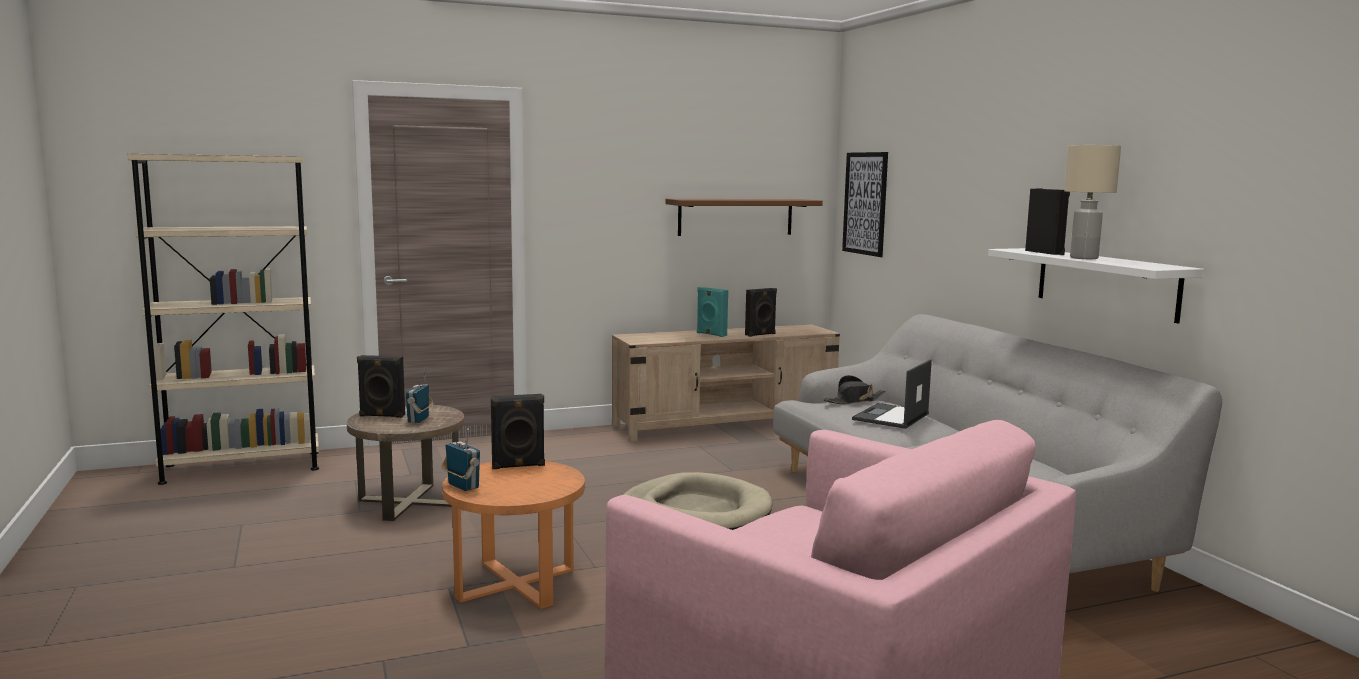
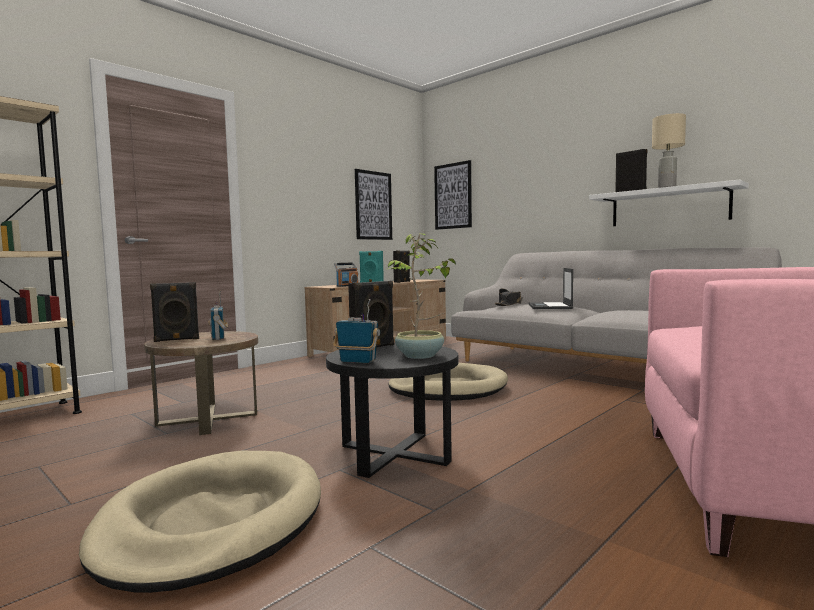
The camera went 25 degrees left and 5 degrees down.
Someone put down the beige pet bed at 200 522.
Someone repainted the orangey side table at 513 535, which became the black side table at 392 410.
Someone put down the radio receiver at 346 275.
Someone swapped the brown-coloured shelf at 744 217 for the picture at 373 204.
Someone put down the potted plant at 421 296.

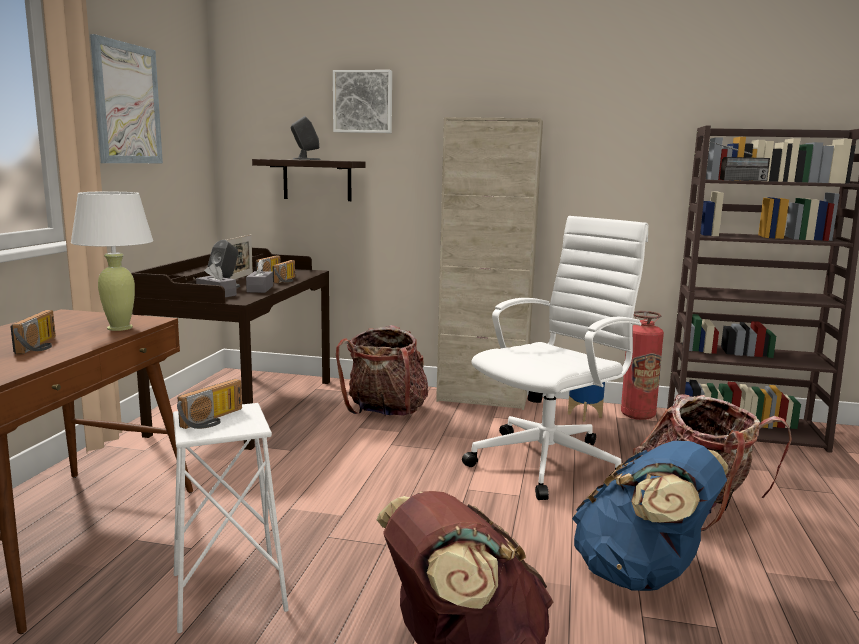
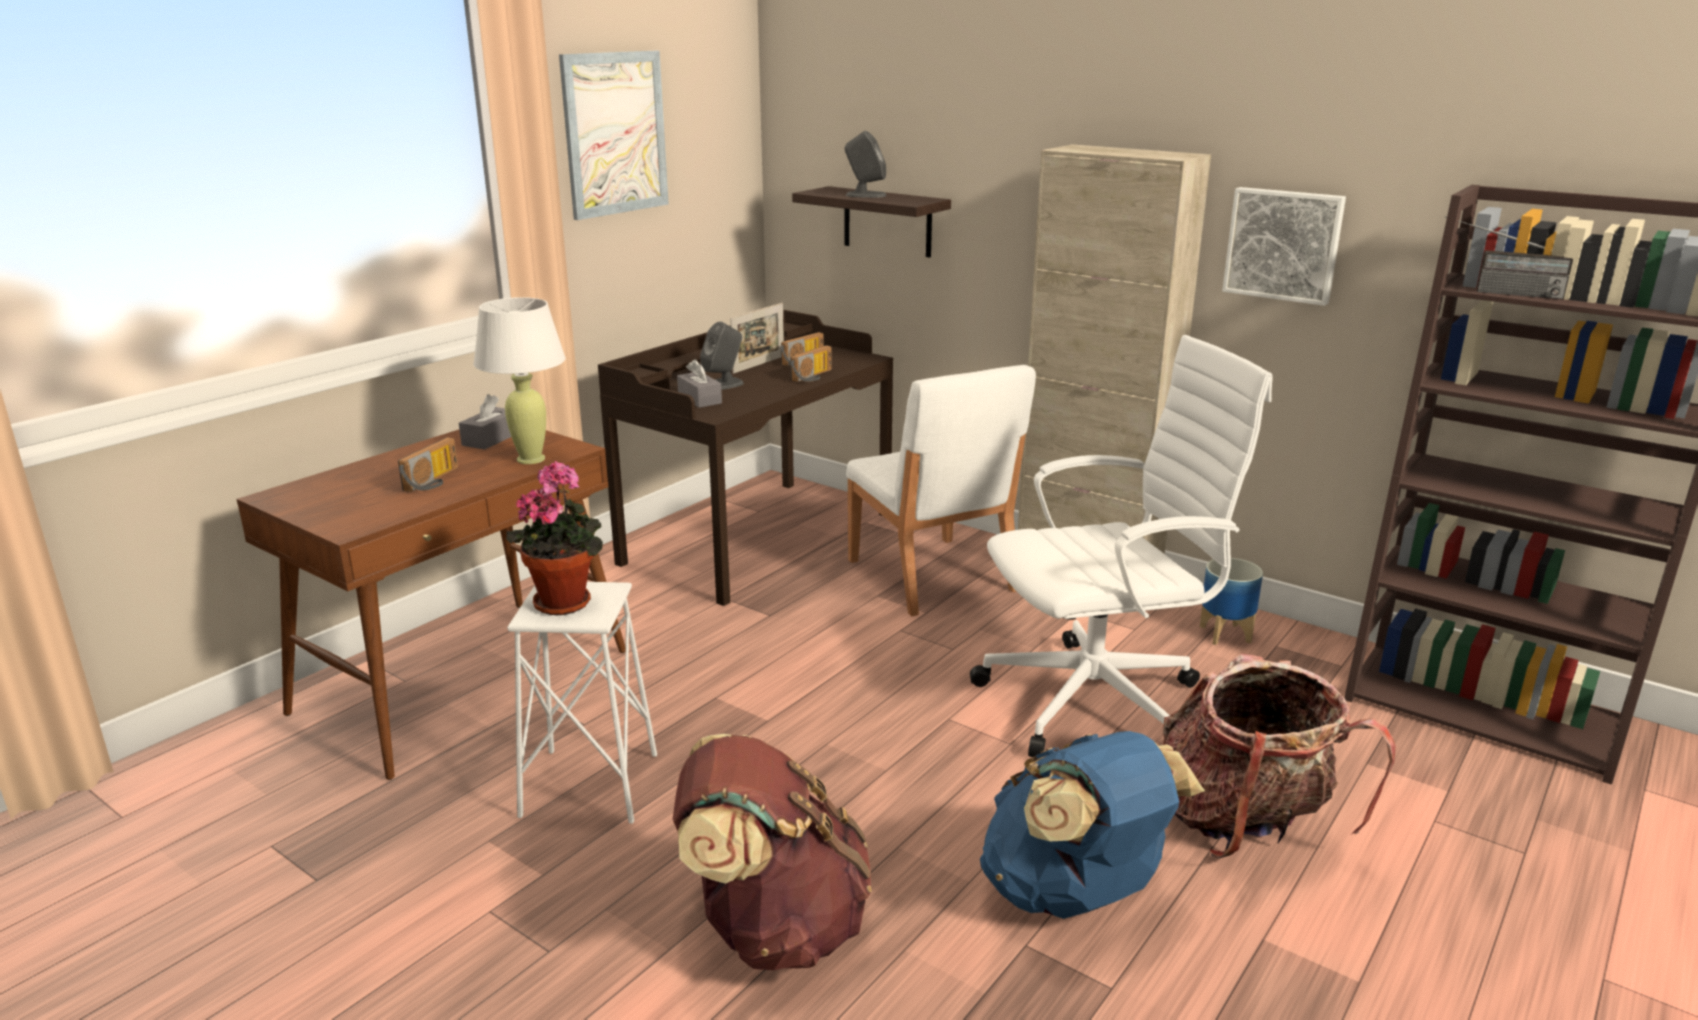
The camera went 25 degrees right and 10 degrees up.
Someone carried the gray tissue holder from 259 276 to 485 422.
Someone swapped the radio receiver at 209 404 for the potted plant at 554 538.
Someone swapped the rucksack at 382 370 for the whitish upright chair at 941 490.
Someone carried the picture from 362 101 to 1284 246.
Someone took away the fire extinguisher at 642 365.

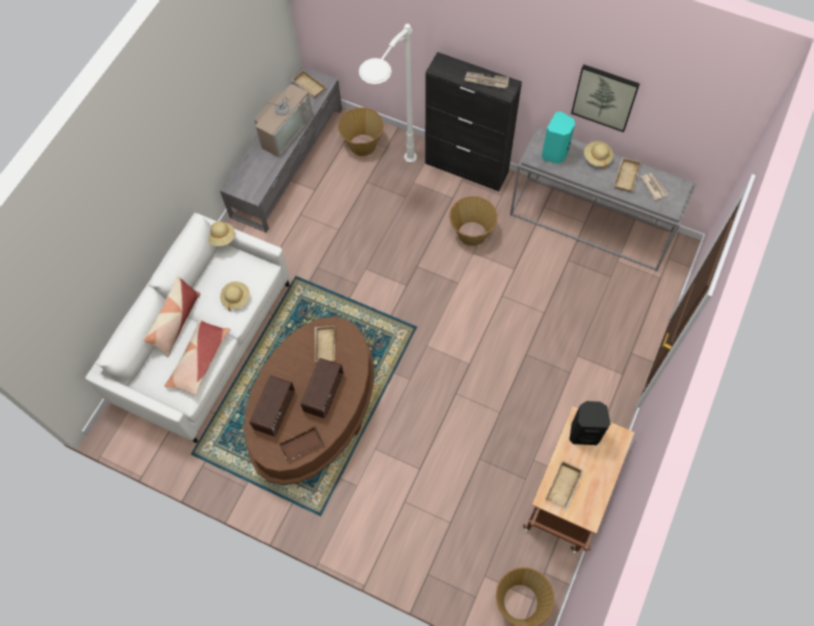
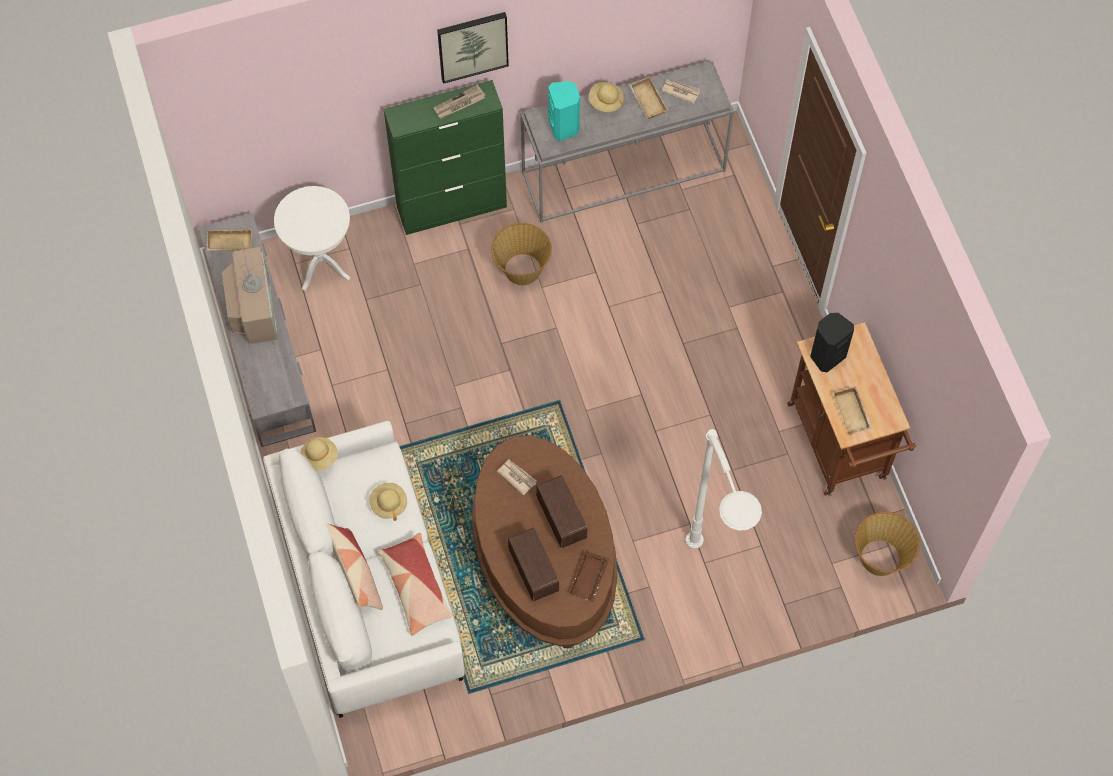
The camera went 45 degrees left and 0 degrees up.
Someone swapped the household basket at 360 131 for the whitish side table at 312 238.
Someone repainted the black storage cabinet at 473 121, which became the greenish storage cabinet at 445 157.
Someone carried the picture from 605 98 to 473 48.
Someone swapped the beige tray at 324 344 for the daily paper at 516 477.
Someone carried the whitish standing lamp from 388 93 to 724 489.

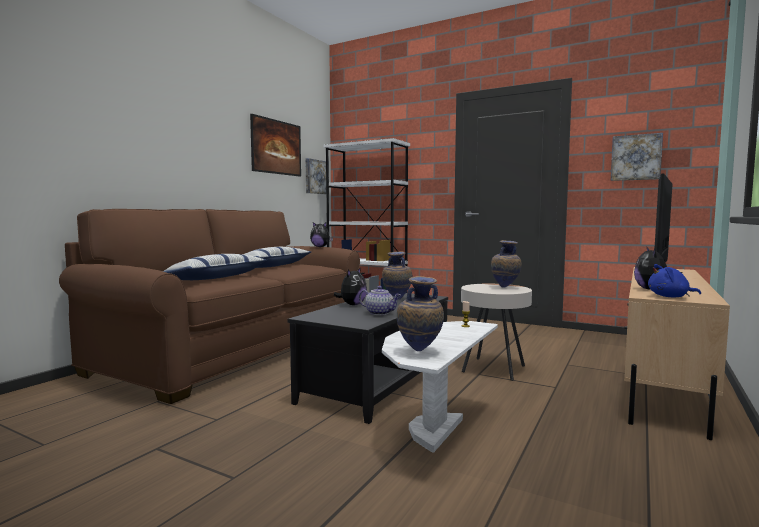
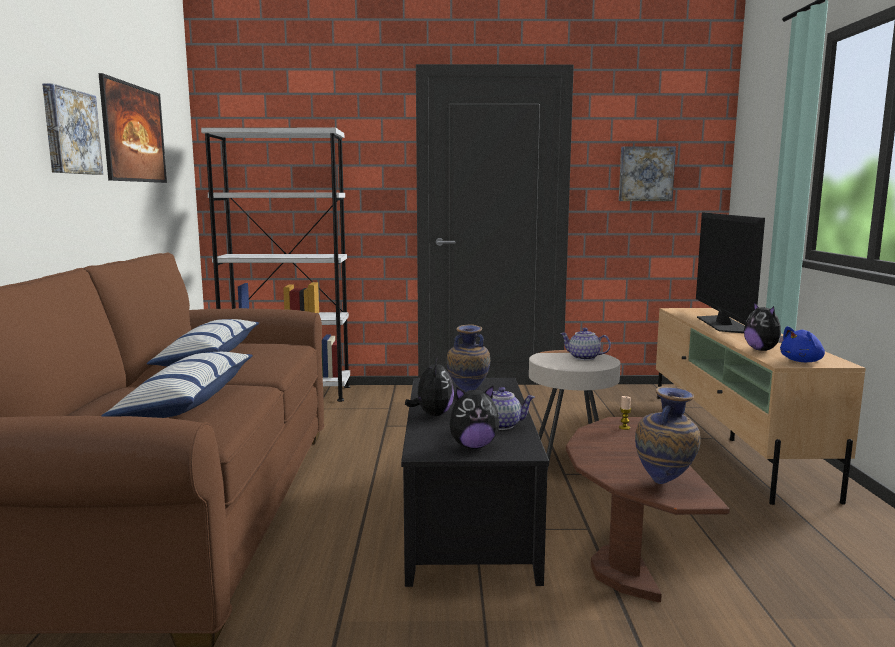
The camera went 30 degrees left and 5 degrees up.
Someone carried the picture from 317 176 to 72 129.
Someone carried the soft toy from 321 234 to 474 417.
Someone swapped the decorative vase at 506 264 for the teapot at 585 344.
Someone repainted the whitish side table at 440 387, which became the brown-coloured side table at 648 509.

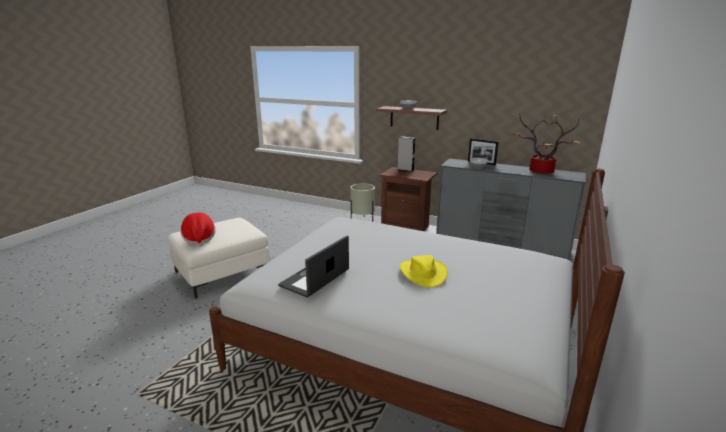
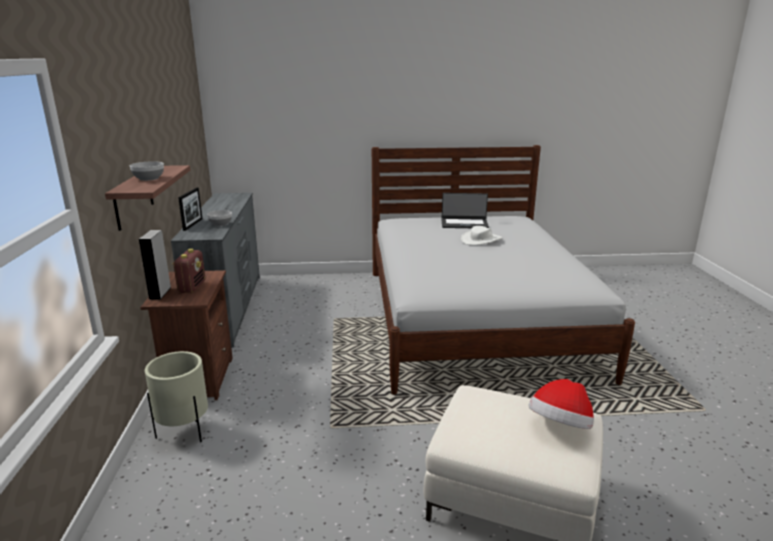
The camera went 120 degrees left and 0 degrees up.
Someone put down the radio receiver at 189 271.
Someone carried the laptop from 313 267 to 465 210.
Someone repainted the yellow-coloured wearable hat at 424 271, which became the whitish wearable hat at 481 235.
Someone took away the potted plant at 546 143.

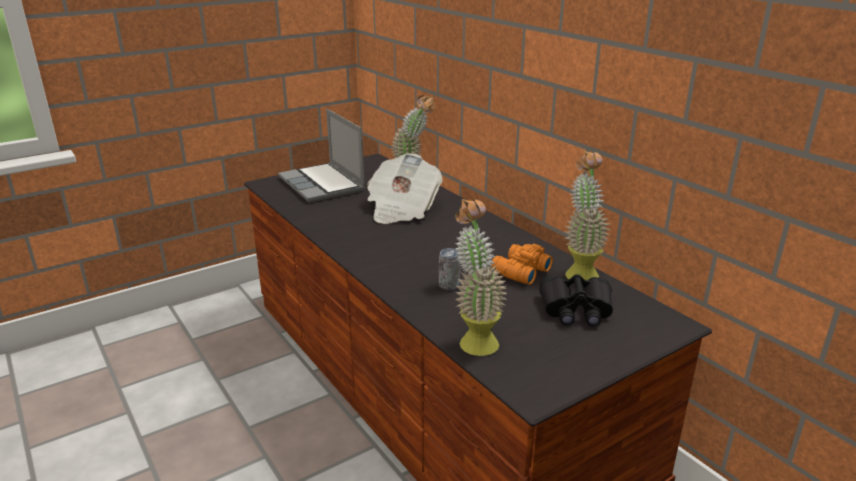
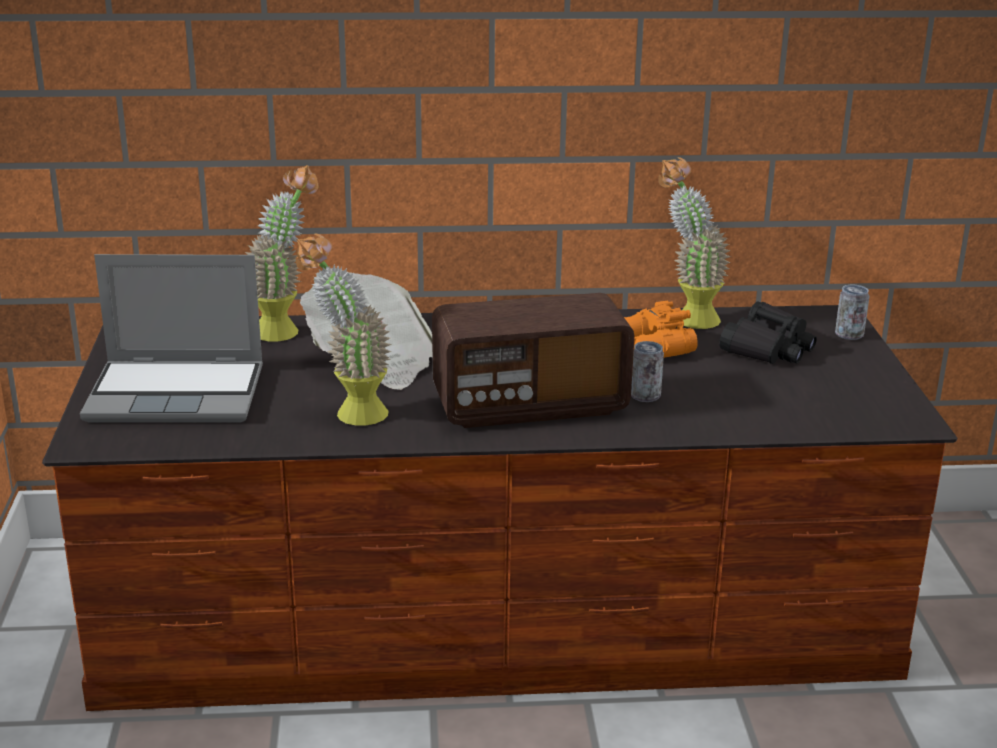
The camera went 60 degrees left and 0 degrees up.
Someone carried the potted plant from 481 277 to 344 330.
Someone put down the radio receiver at 533 360.
Someone put down the sealed can at 852 312.

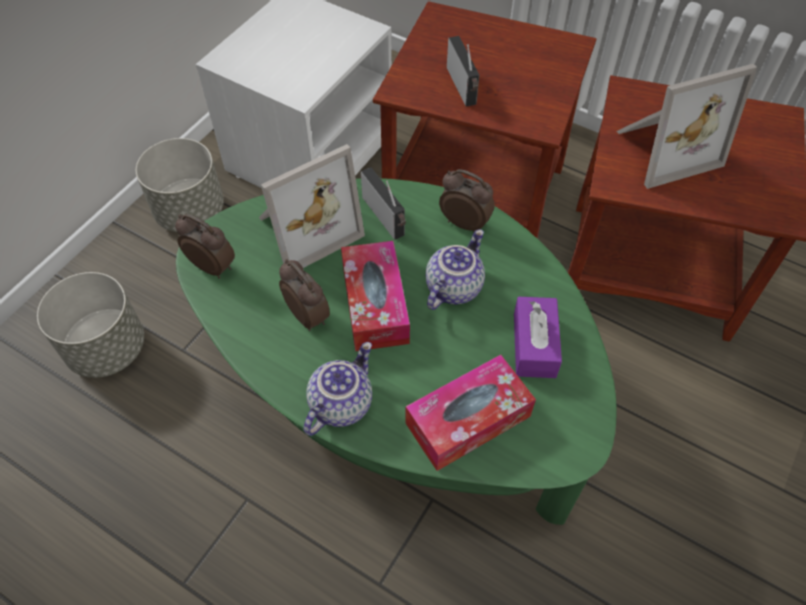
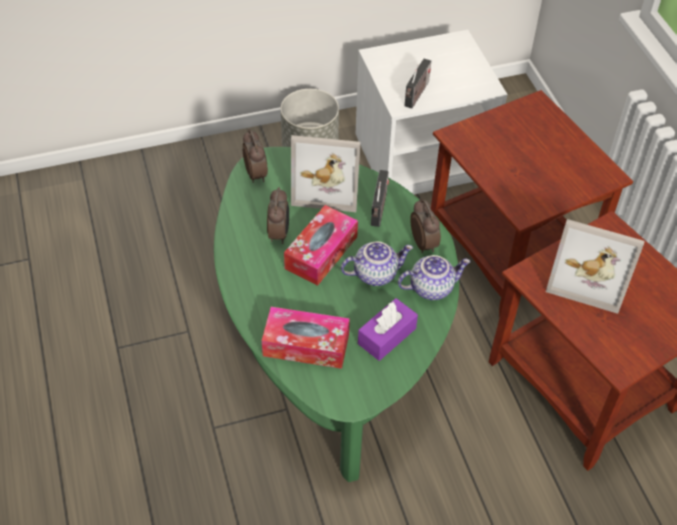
The camera went 40 degrees right and 5 degrees down.
Someone carried the teapot from 337 389 to 434 277.
Someone carried the radio receiver from 463 71 to 418 84.
Someone took away the gray plant pot at 90 325.

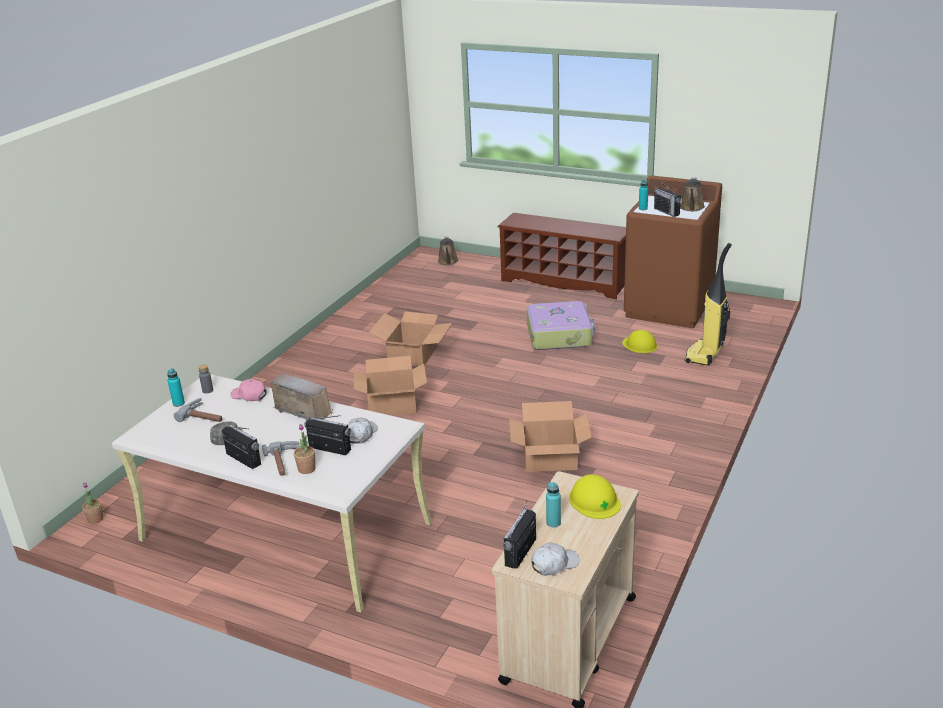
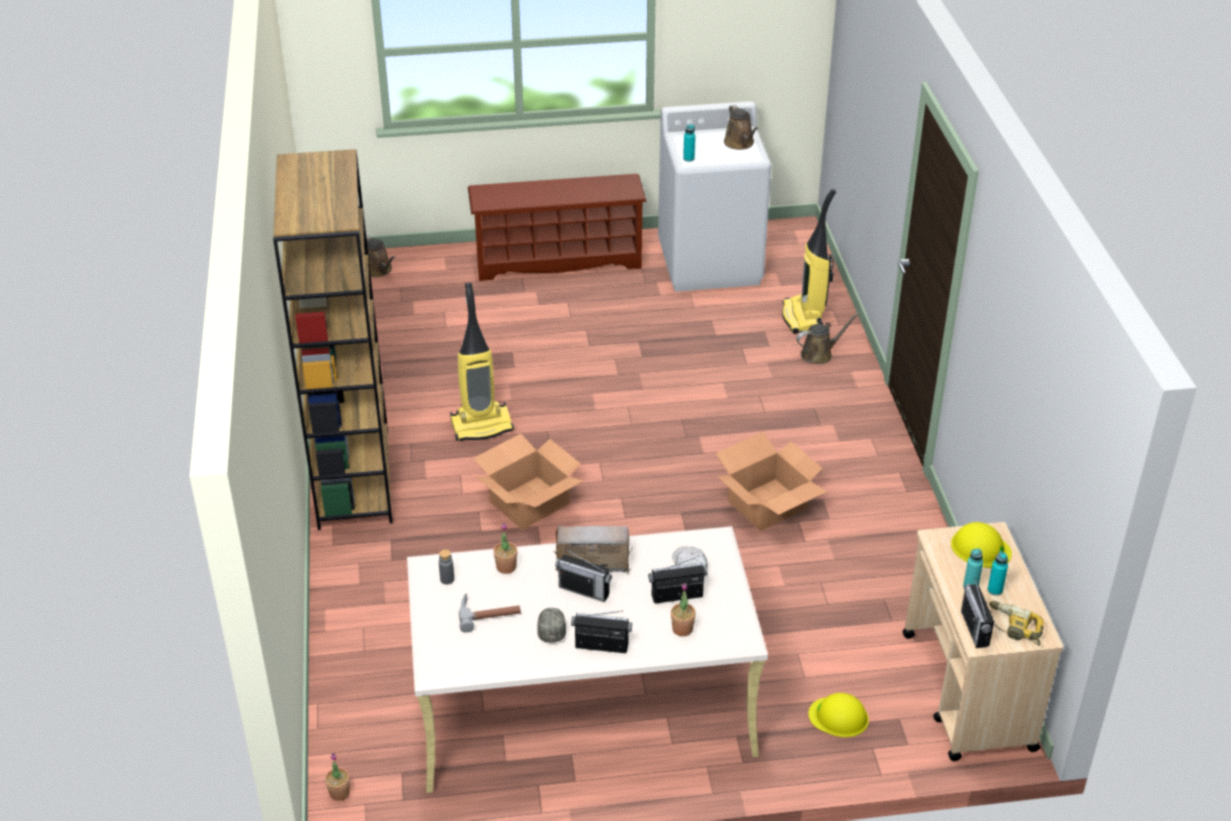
The camera went 35 degrees left and 10 degrees up.
Someone put down the brown-coloured shelving unit at 332 339.
Someone swapped the cardboard box at 410 339 for the vacuum at 482 362.
Someone swapped the pink-coloured peaked cap at 248 390 for the potted plant at 505 548.
Someone carried the radio receiver from 667 198 to 583 575.
Someone repainted the brown-coloured washing machine at 673 252, which became the whitish washing machine at 714 196.
Someone put down the brown-coloured watering can at 828 338.
Someone carried the yellow-coloured safety helmet from 640 341 to 838 715.
Someone carried the turquoise-coloured drink bottle from 176 388 to 998 573.
Someone swapped the whitish peaked cap at 555 559 for the power drill at 1016 623.
Someone took away the hand hammer at 281 458.
Someone took away the travel case at 561 325.

